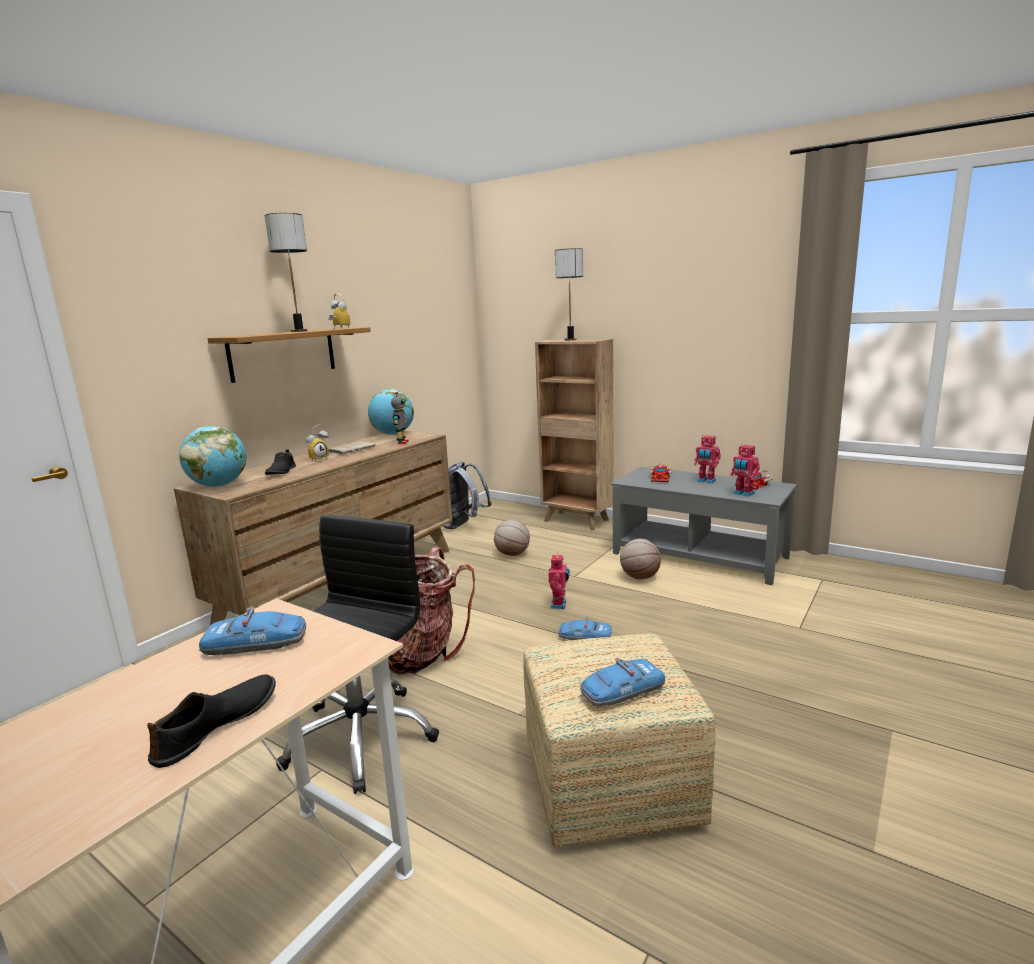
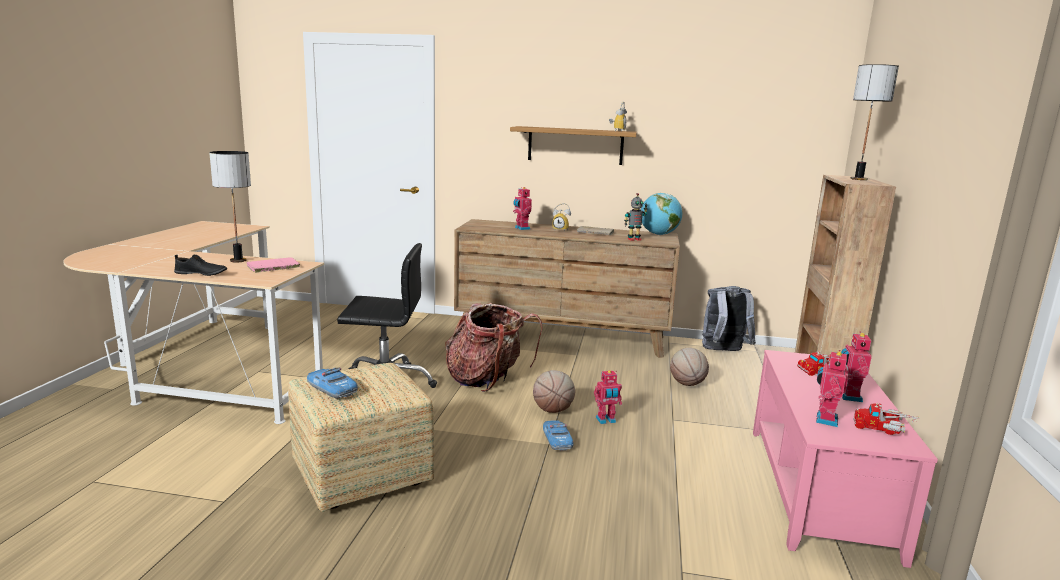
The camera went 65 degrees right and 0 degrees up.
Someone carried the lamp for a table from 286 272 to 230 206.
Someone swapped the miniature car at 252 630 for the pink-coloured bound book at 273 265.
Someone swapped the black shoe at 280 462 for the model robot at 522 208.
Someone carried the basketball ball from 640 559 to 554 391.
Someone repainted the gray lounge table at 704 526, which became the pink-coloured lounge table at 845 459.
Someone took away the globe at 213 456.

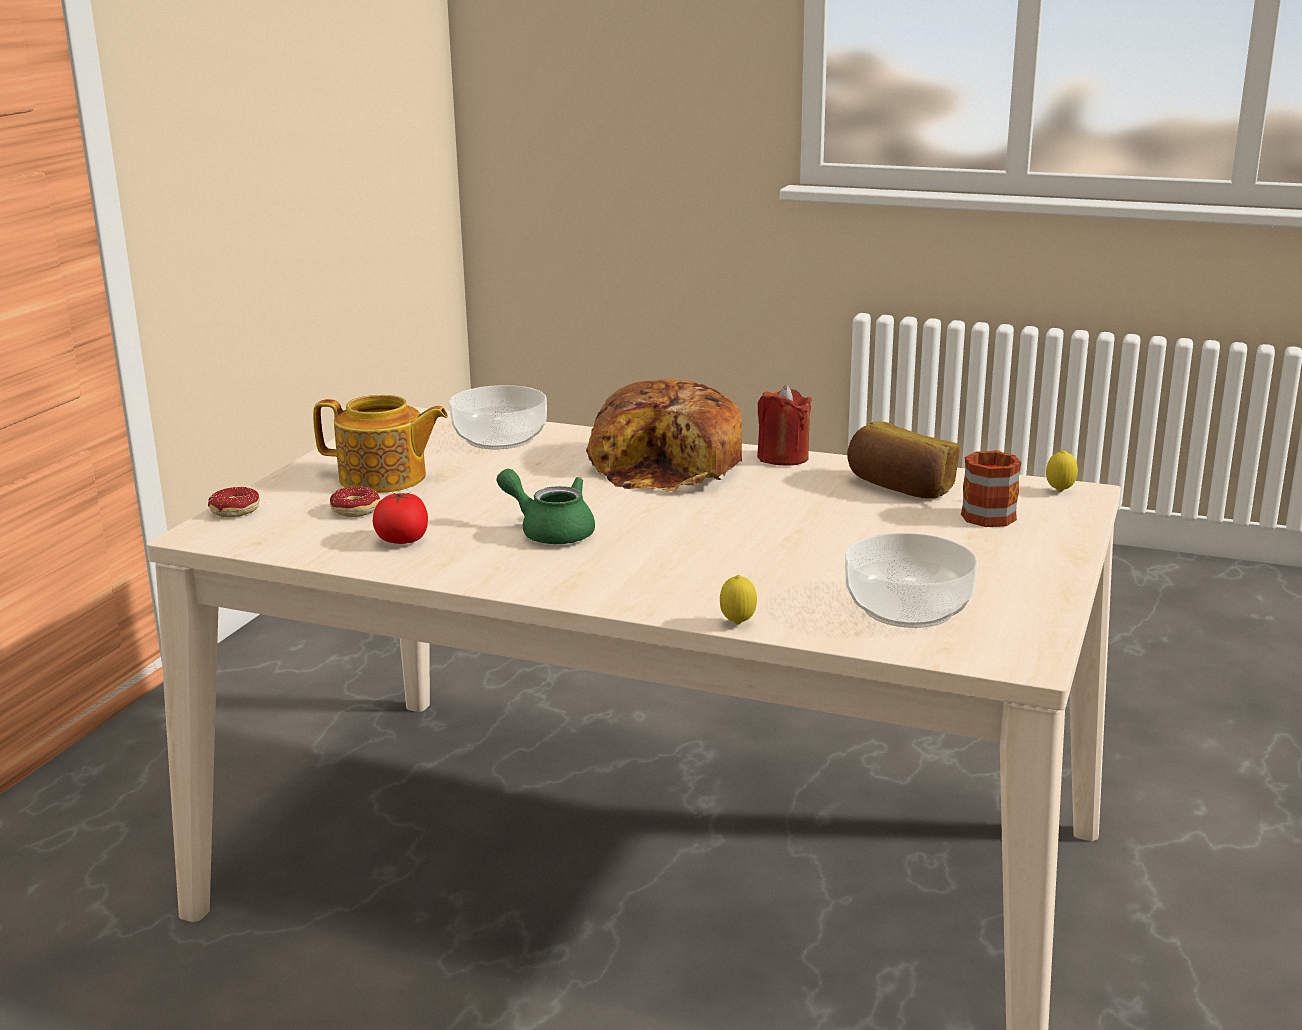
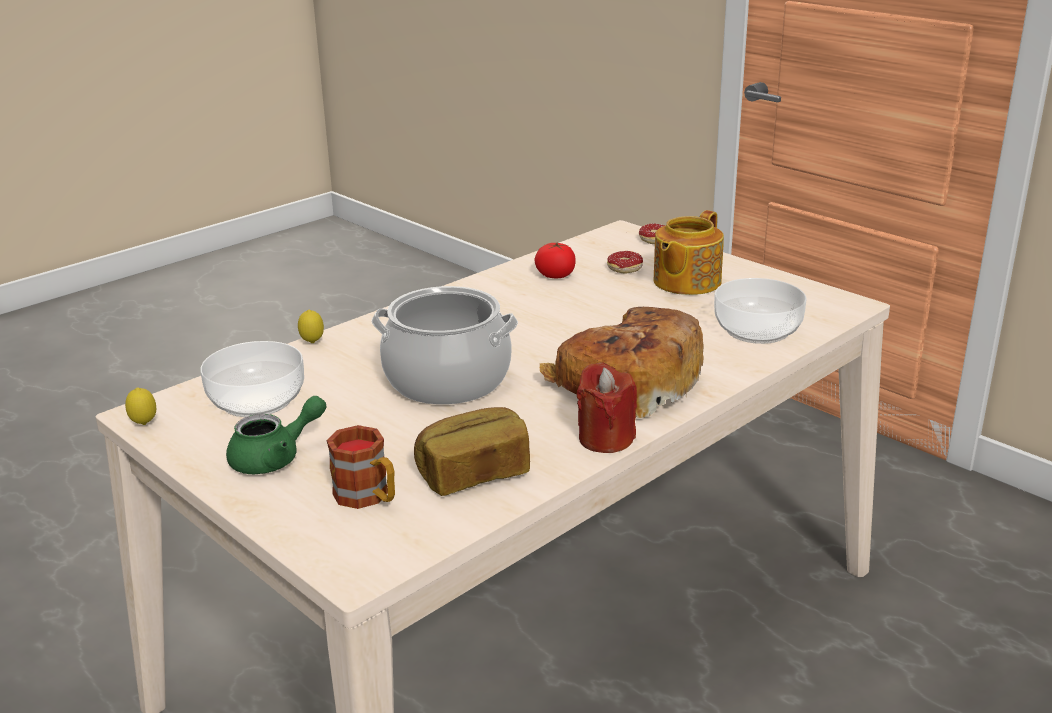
The camera went 115 degrees right and 5 degrees up.
Someone carried the lemon from 1062 471 to 140 406.
Someone carried the greenish teapot from 545 506 to 276 435.
Someone put down the cooking pot at 444 345.

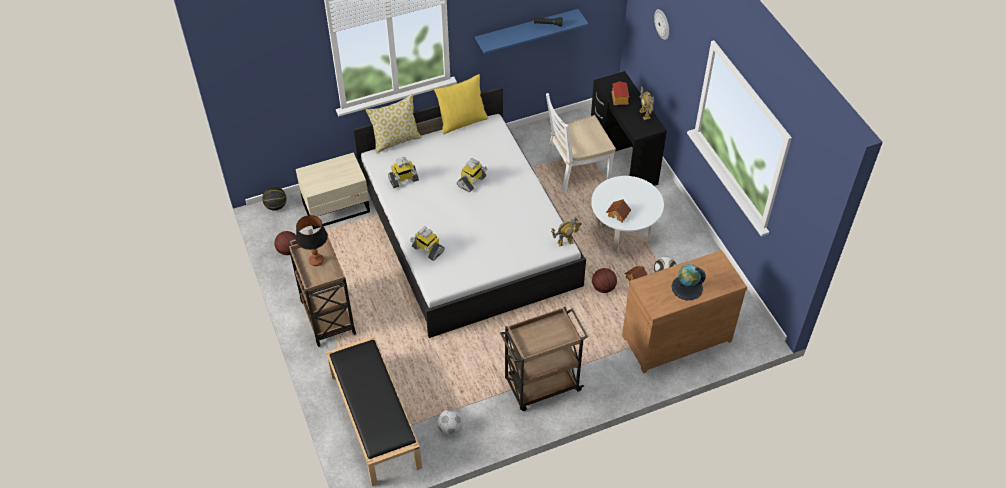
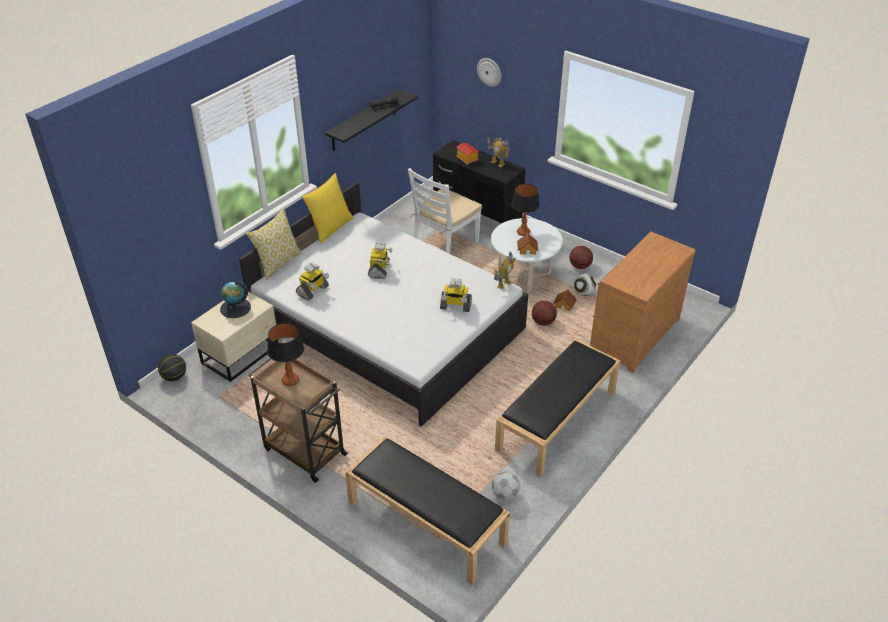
The camera went 30 degrees left and 10 degrees down.
Someone carried the globe from 689 282 to 235 299.
Someone repainted the bluish shelf at 532 31, which became the black shelf at 371 120.
Someone carried the model robot from 427 243 to 456 295.
Someone swapped the brown-coloured wheeled cart at 544 359 for the black indoor bench at 557 408.
Someone put down the lamp for a table at 525 210.
Someone carried the basketball ball from 285 243 to 581 257.

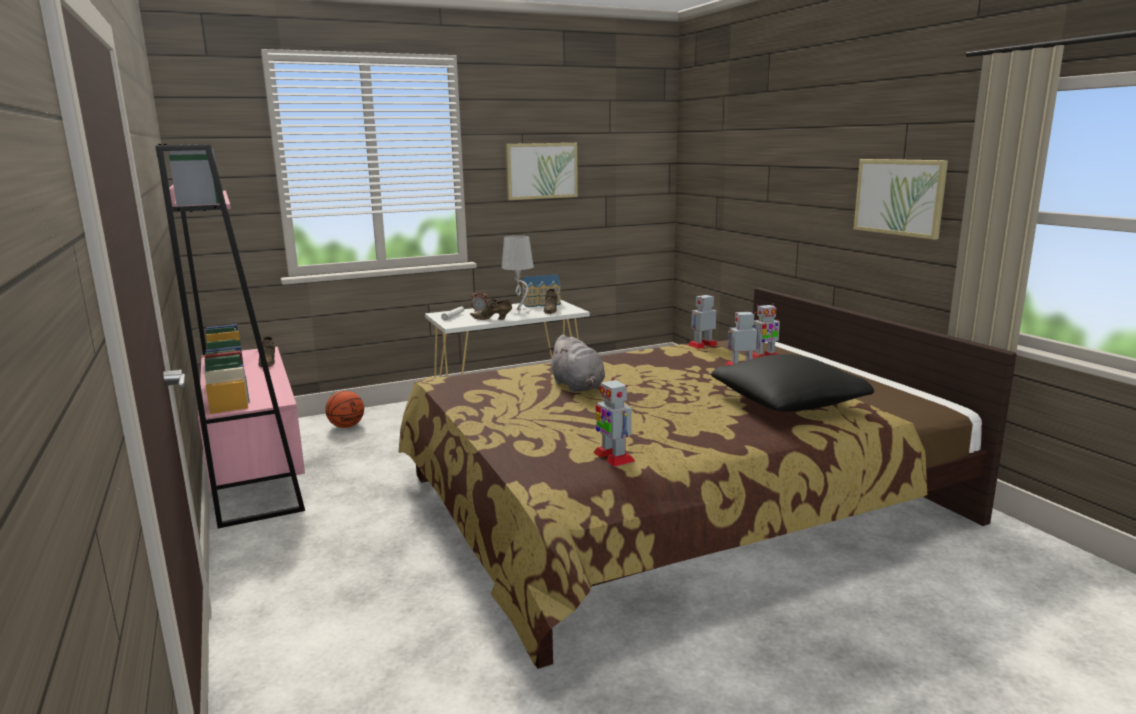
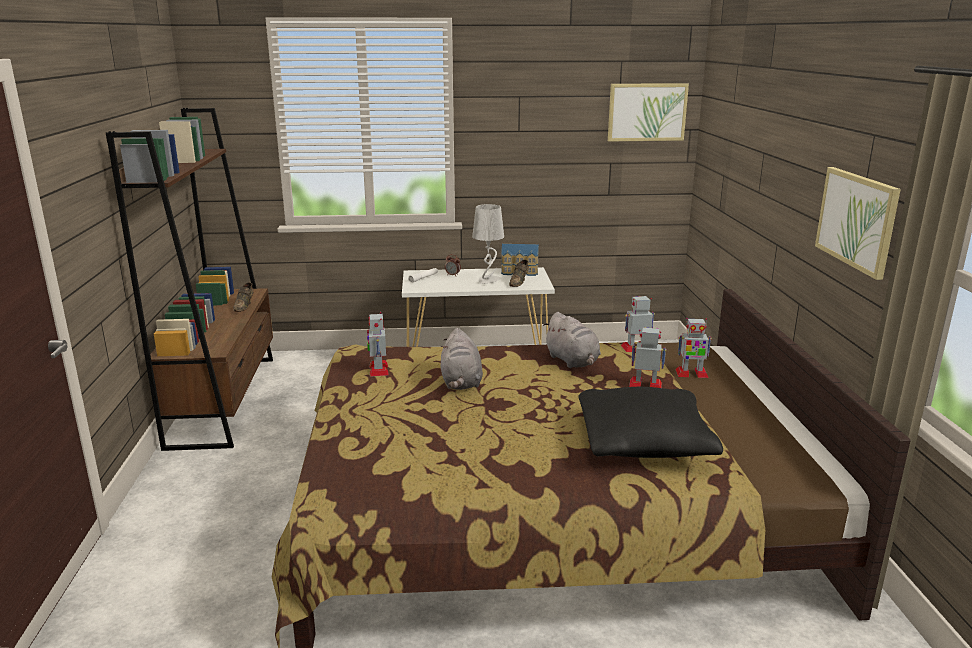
The camera went 20 degrees right and 5 degrees up.
Someone repainted the pink-coloured shelving unit at 230 336, which became the brown-coloured shelving unit at 189 279.
Someone carried the model robot from 614 422 to 377 344.
Someone put down the gray soft toy at 572 340.
Someone carried the picture from 542 171 to 648 112.
Someone took away the basketball ball at 344 409.
Someone took away the brown-coloured shoe at 491 309.

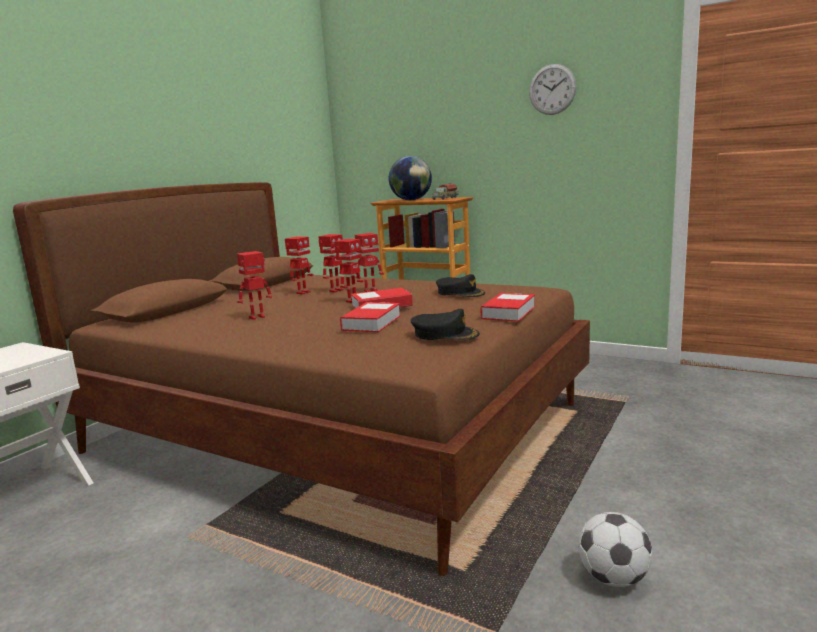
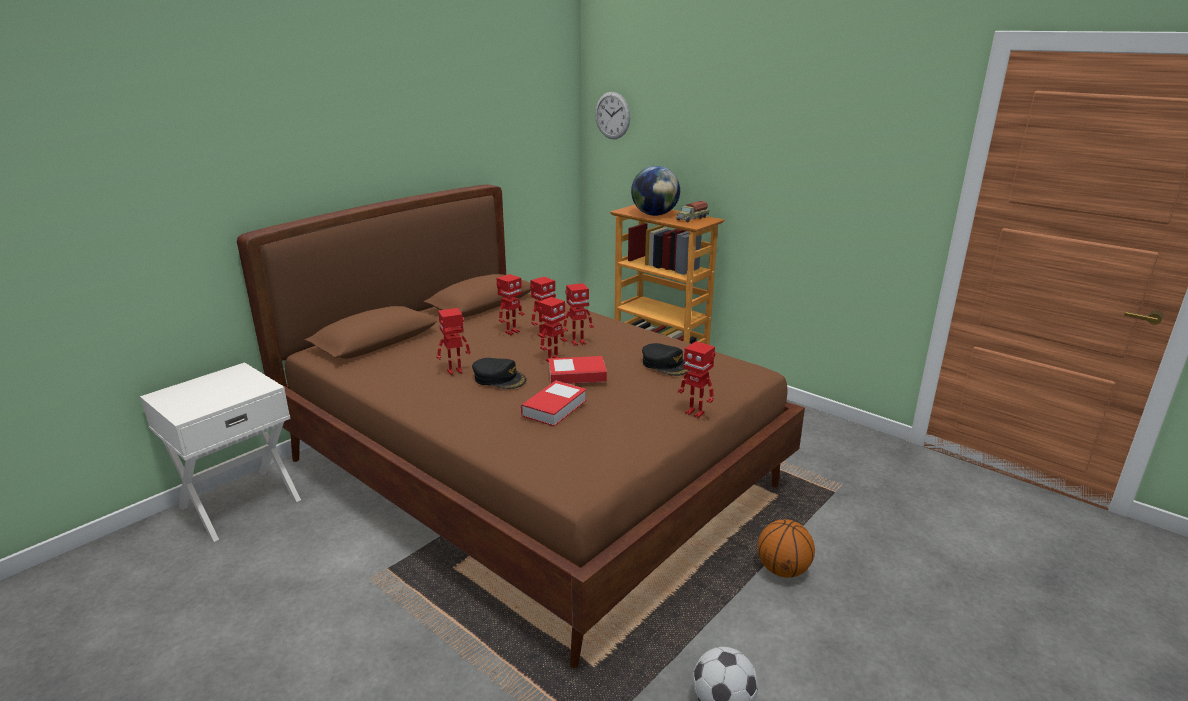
The camera went 10 degrees right and 10 degrees up.
Someone carried the black peaked cap from 445 324 to 499 373.
Someone carried the wall clock from 552 89 to 613 115.
Someone swapped the bound book at 507 307 for the model robot at 696 379.
Someone put down the basketball ball at 786 548.

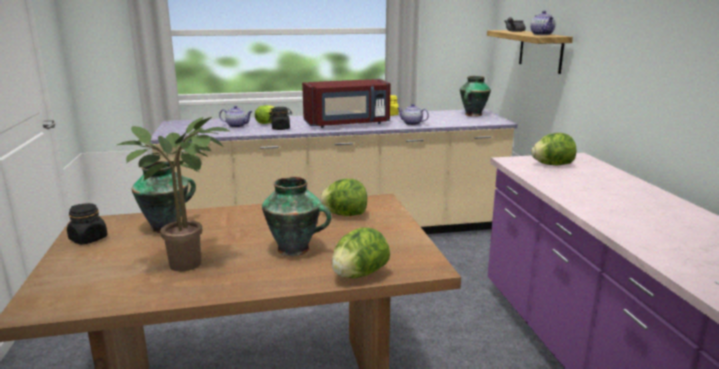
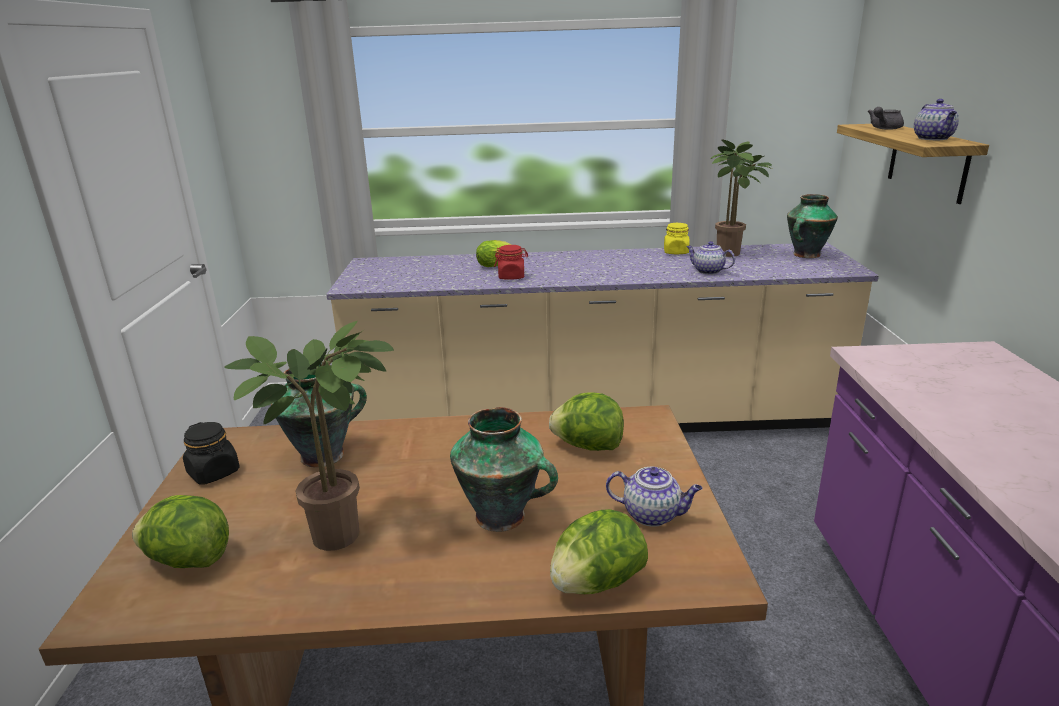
The camera went 10 degrees right and 5 degrees up.
Someone carried the lettuce from 553 149 to 180 531.
Someone repainted the black preserve jar at 280 118, which became the red preserve jar at 511 262.
Someone carried the teapot from 235 117 to 654 497.
Someone put down the potted plant at 741 198.
Someone took away the red kitchen microwave at 346 103.

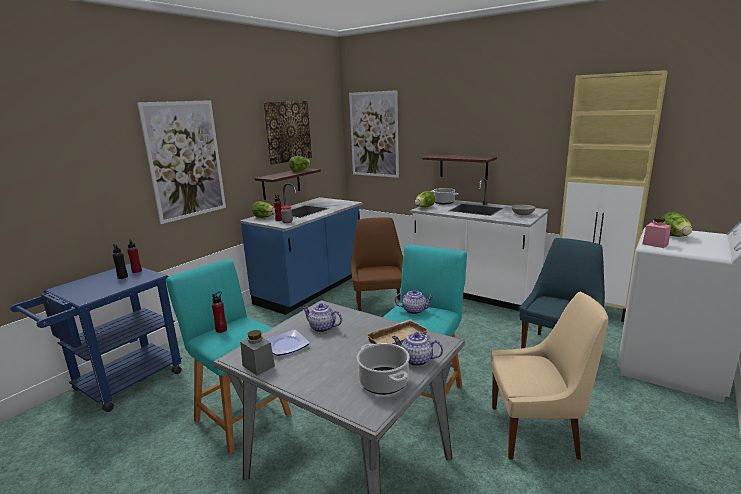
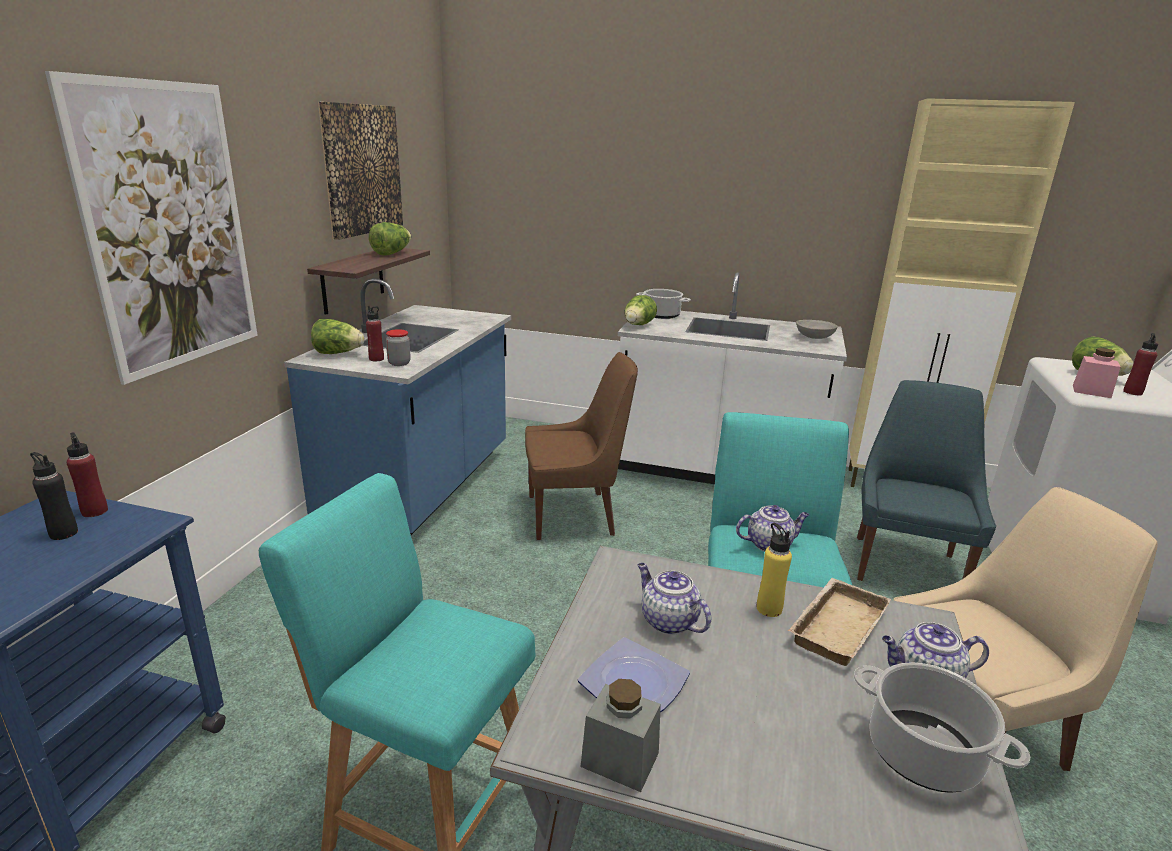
The camera went 20 degrees left and 5 degrees up.
Someone rotated the brown-coloured upright chair at 377 264 by 105 degrees clockwise.
Someone rotated the teapot at 322 317 by 45 degrees clockwise.
Someone put down the yellow-coloured drink bottle at 774 570.
Someone carried the red drink bottle from 219 312 to 1140 364.
Someone took away the picture at 374 134.
Someone took away the shelf at 459 167.

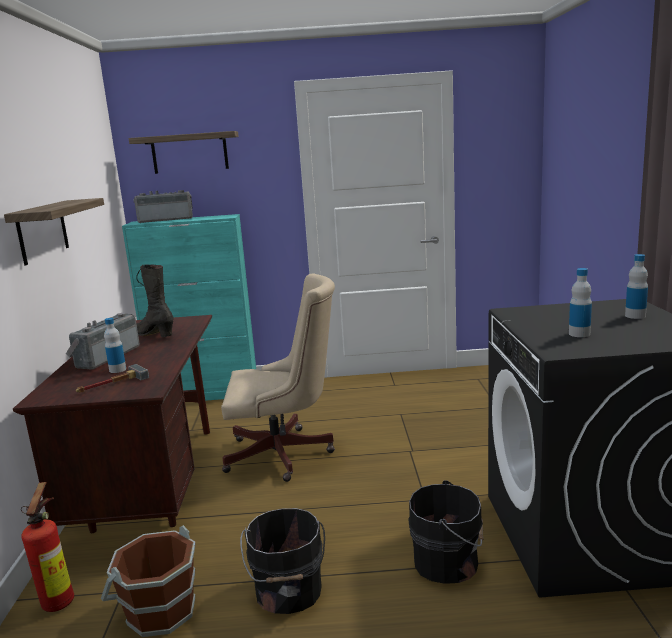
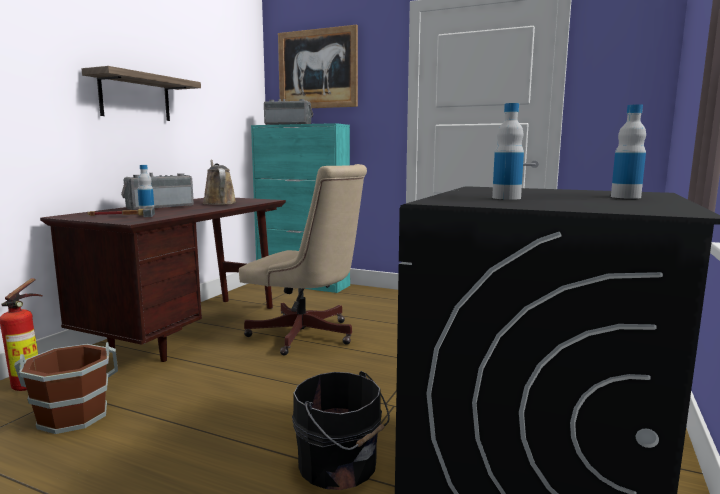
The camera went 25 degrees right and 5 degrees down.
Someone swapped the black boot at 154 300 for the brown-coloured watering can at 220 182.
Someone swapped the shelf at 184 152 for the picture at 318 66.
Someone took away the black water bucket at 282 561.

